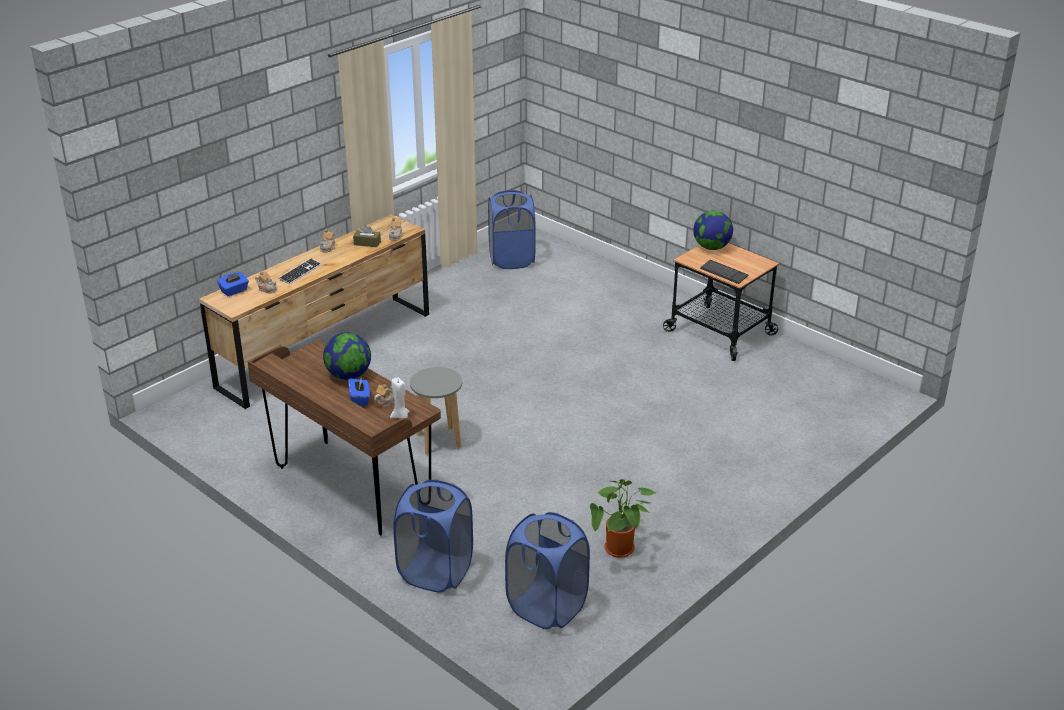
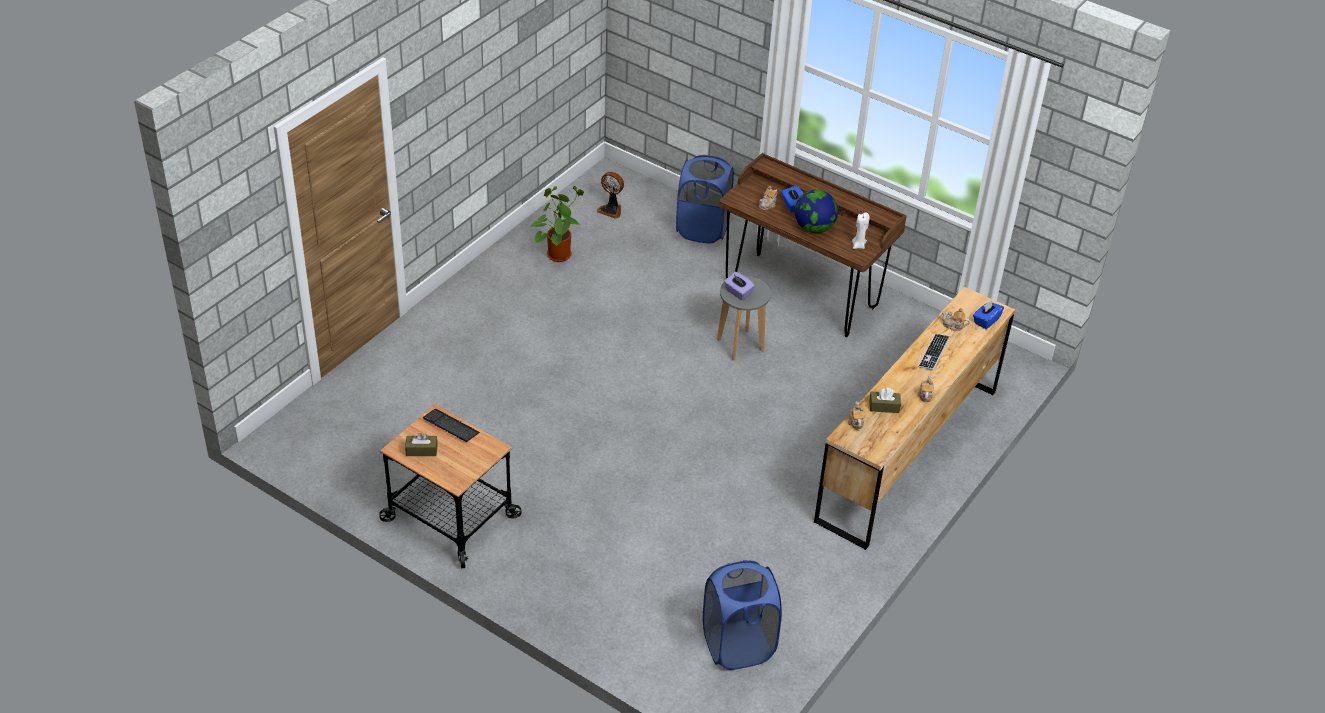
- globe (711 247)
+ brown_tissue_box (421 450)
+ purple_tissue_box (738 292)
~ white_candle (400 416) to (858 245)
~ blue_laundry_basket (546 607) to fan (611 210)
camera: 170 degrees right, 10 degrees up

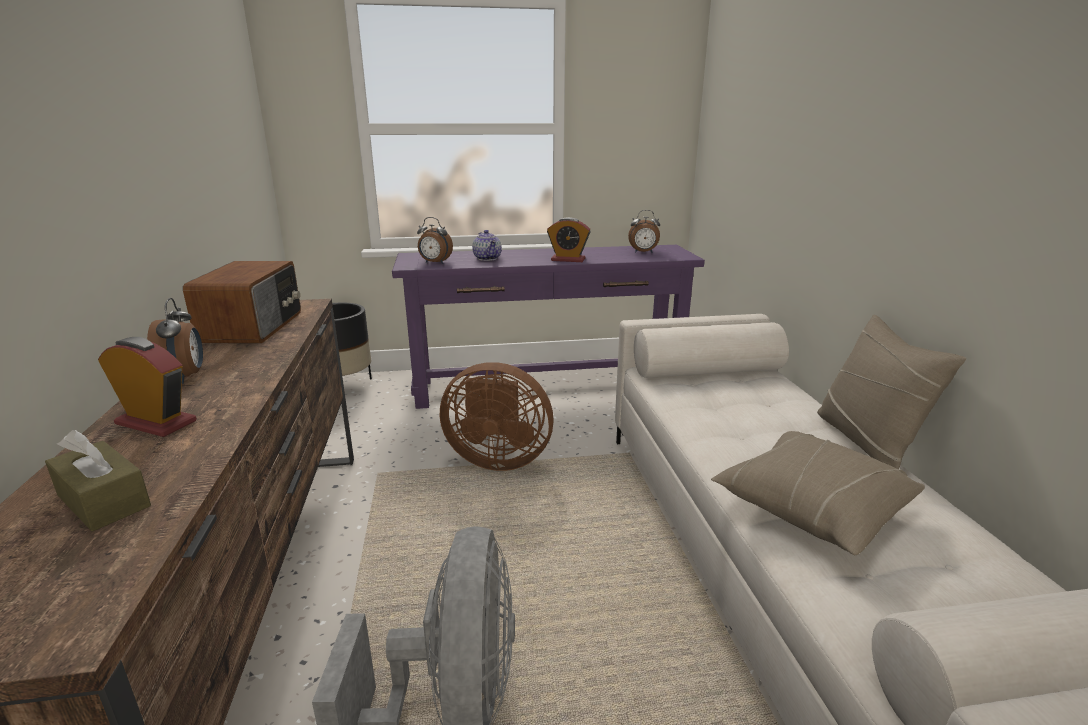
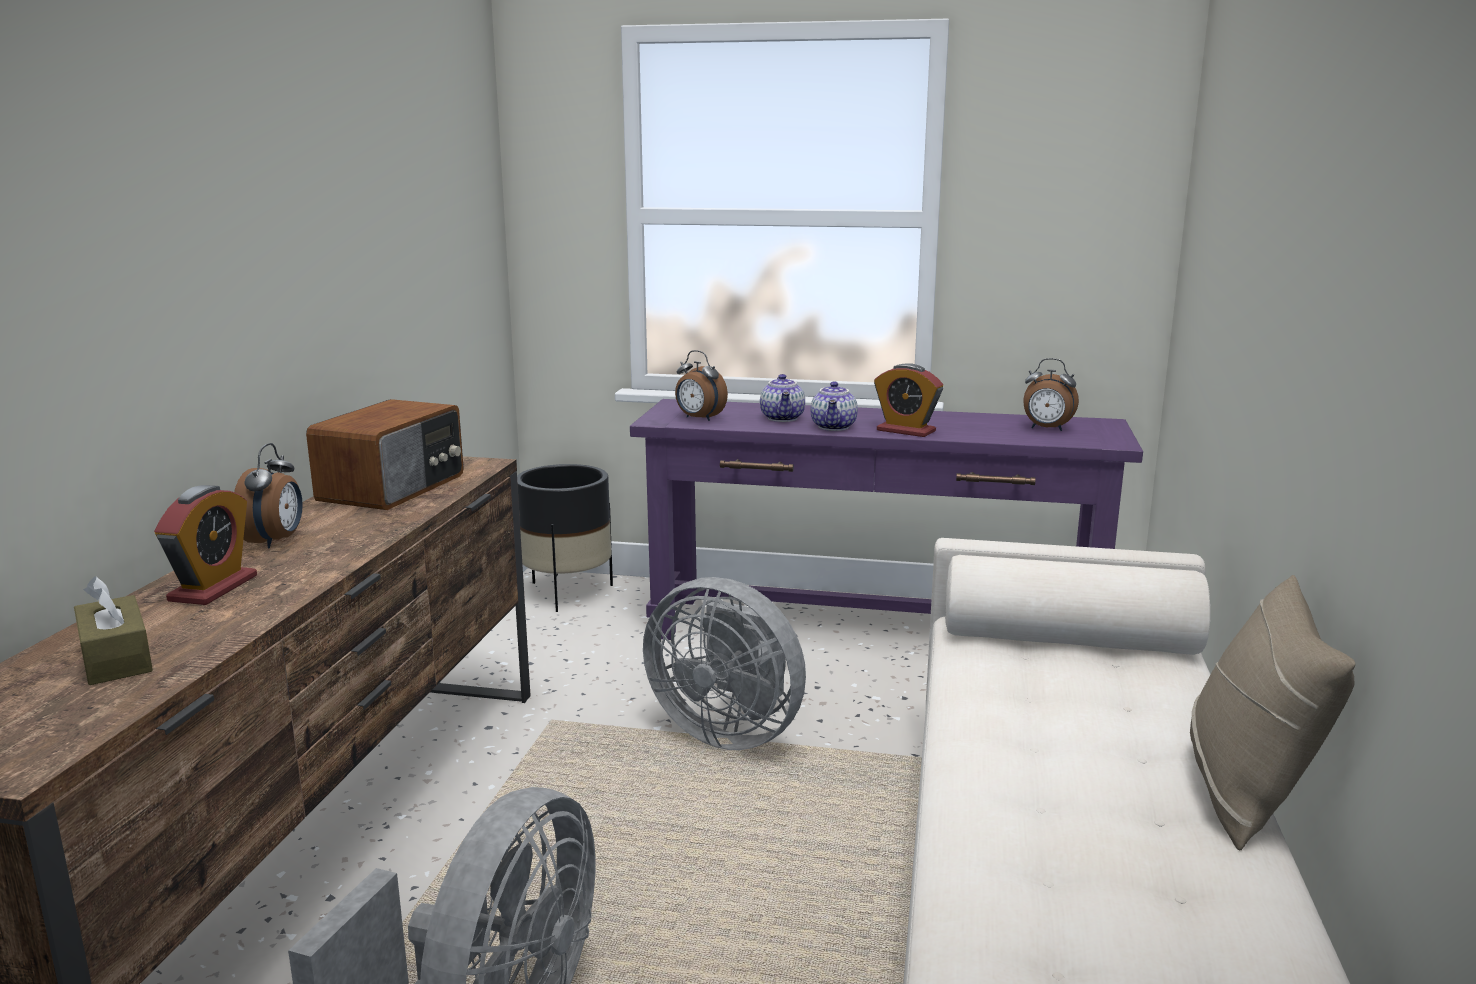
- beige_pillow (811 508)
+ teapot (834 427)
~ brown_fan (497 459) to grey_fan (729 731)
~ alarm_clock (156 423) = (213 588) 60 degrees clockwise
camera: 20 degrees right, 5 degrees down

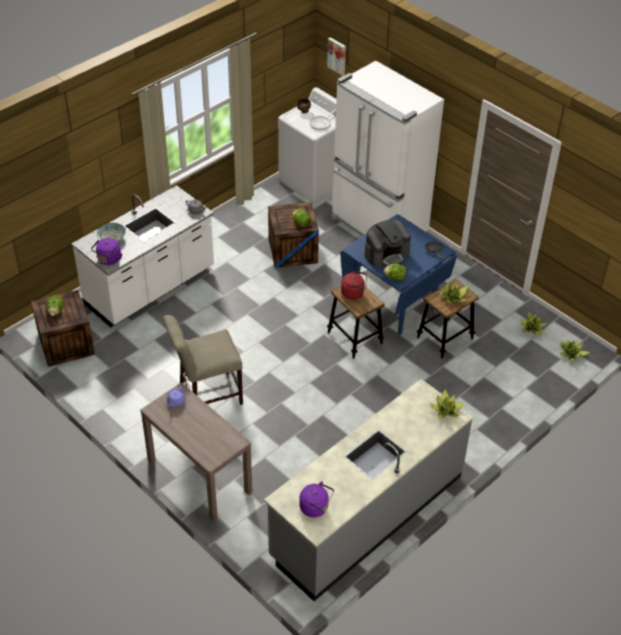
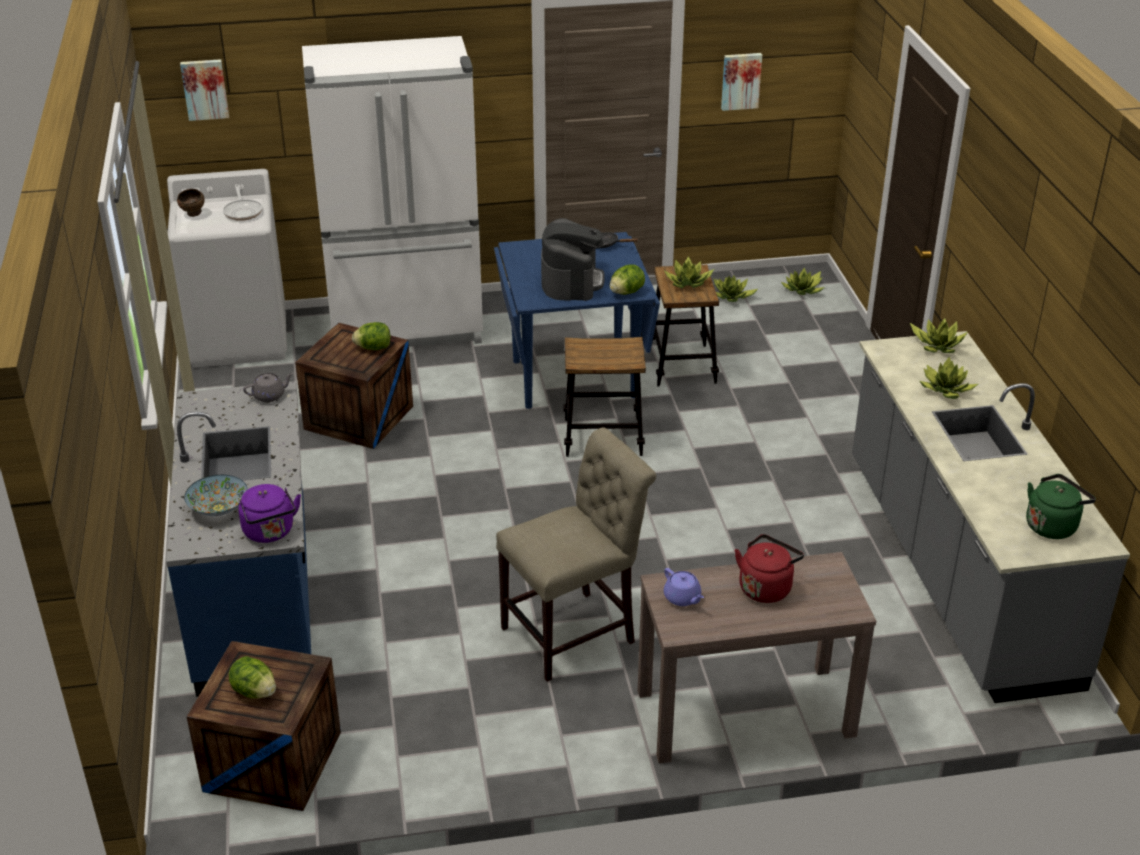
+ picture (740 81)
+ potted_plant (946 390)
~ red_kettle (354 293) to (766 587)
~ white_counter (150 288) to blue_counter (257 597)
~ purple_kettle (316 508) to green_kettle (1052 525)
~ beige_chair (206 395) = (575 633) 135 degrees counterclockwise
camera: 55 degrees left, 10 degrees down

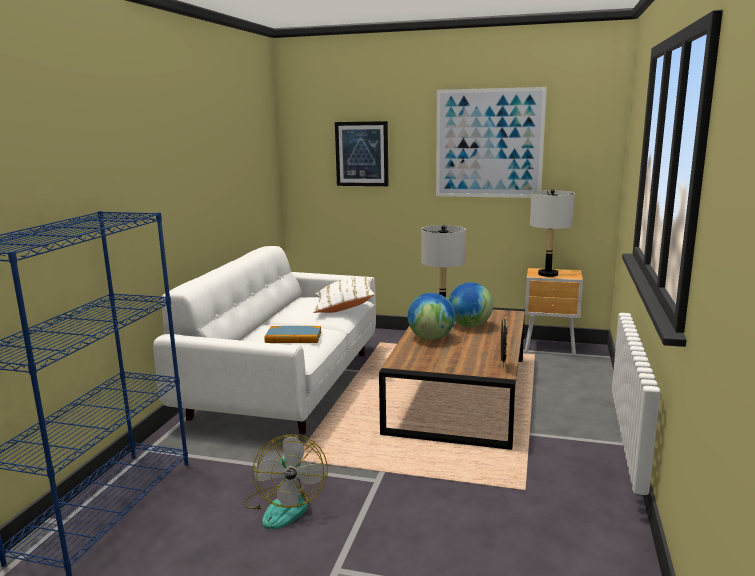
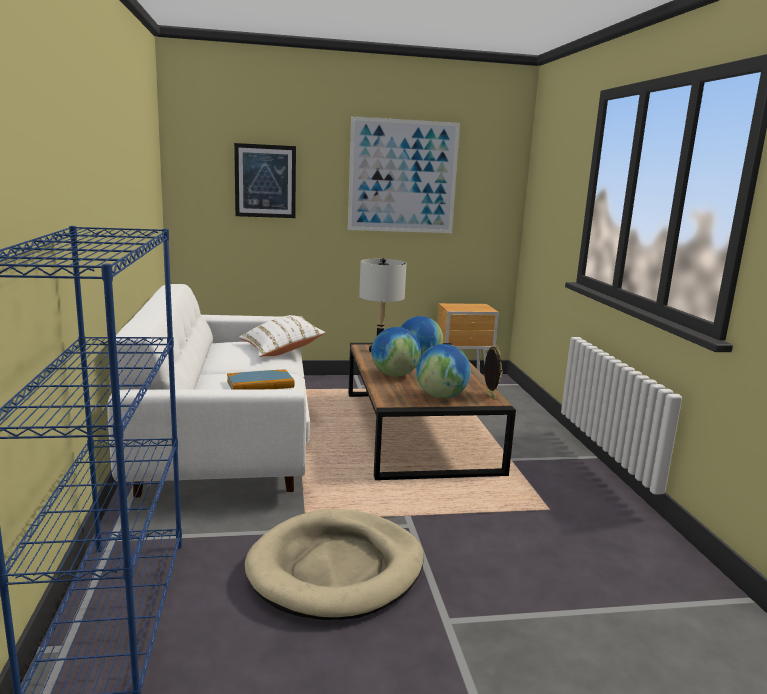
- grey_table_lamp (548 274)
+ globe (441 396)
~ fan (284 505) to beige_dog_bed (336 569)
camera: 25 degrees left, 0 degrees up

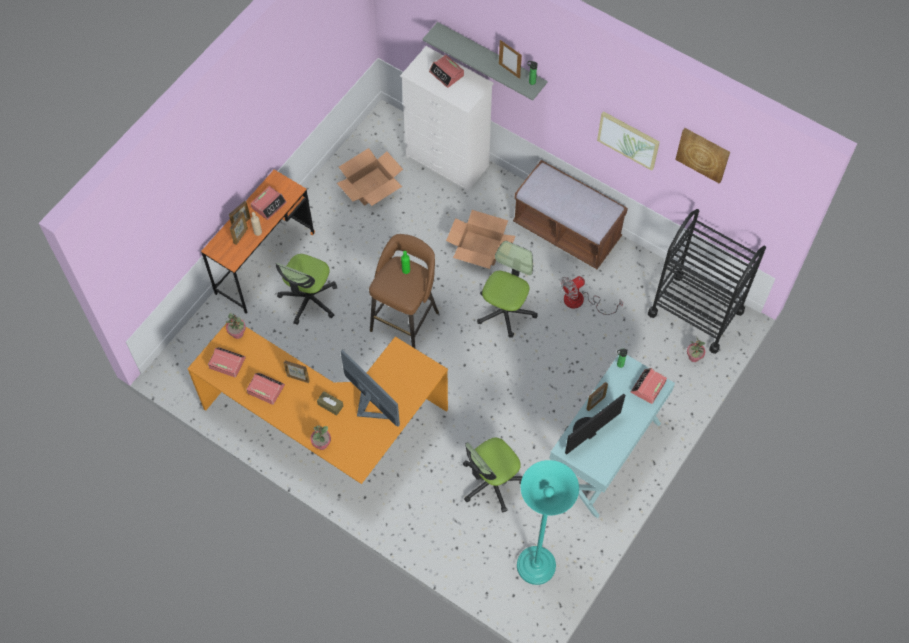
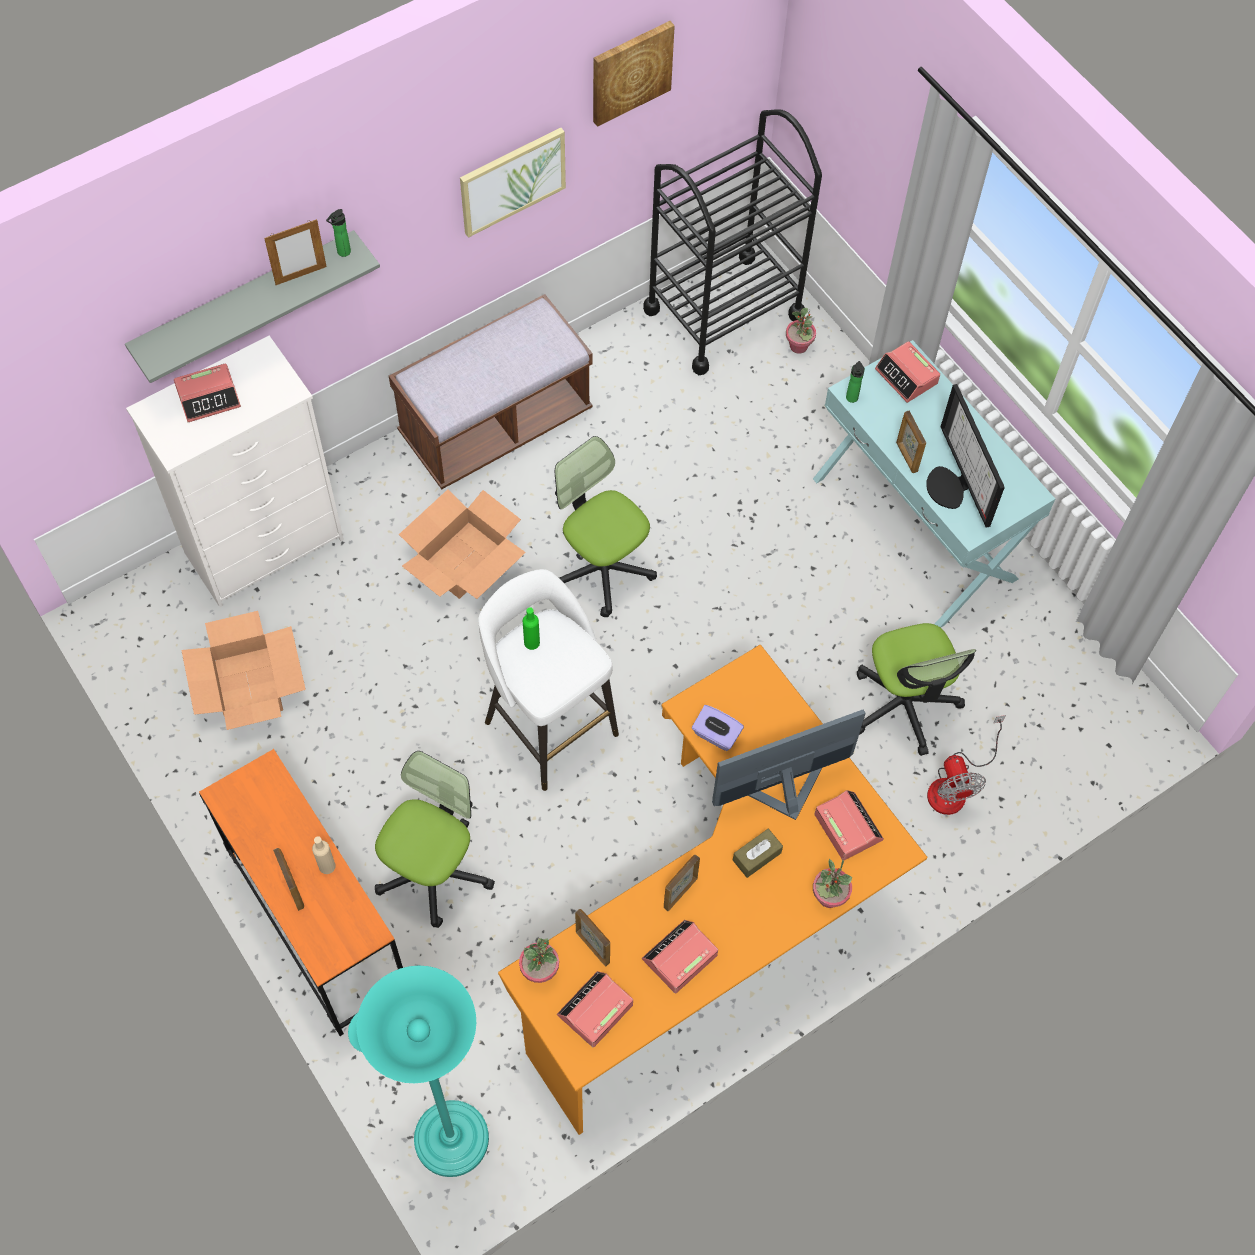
+ purple_tissue_box (716 735)
~ picture_frame (241 236) to (593 947)
~ alarm_clock (269 205) to (847 827)
~ turquoise_floor_lamp (537 560) to (443 1133)
~ fan (581 301) to (955 786)
~ brown_stool (406 320) to white_stool (549 725)
~ office_chair (309 300) = (433 870) 105 degrees counterclockwise
camera: 70 degrees left, 0 degrees up

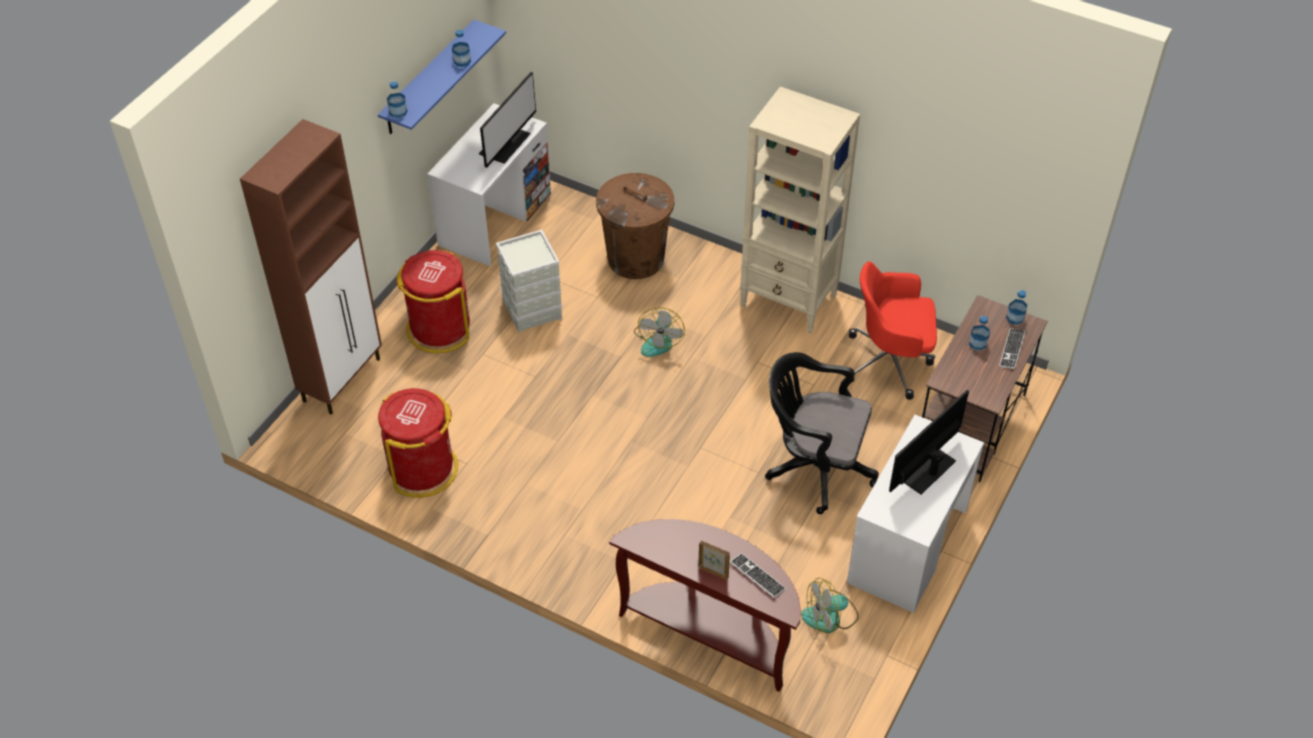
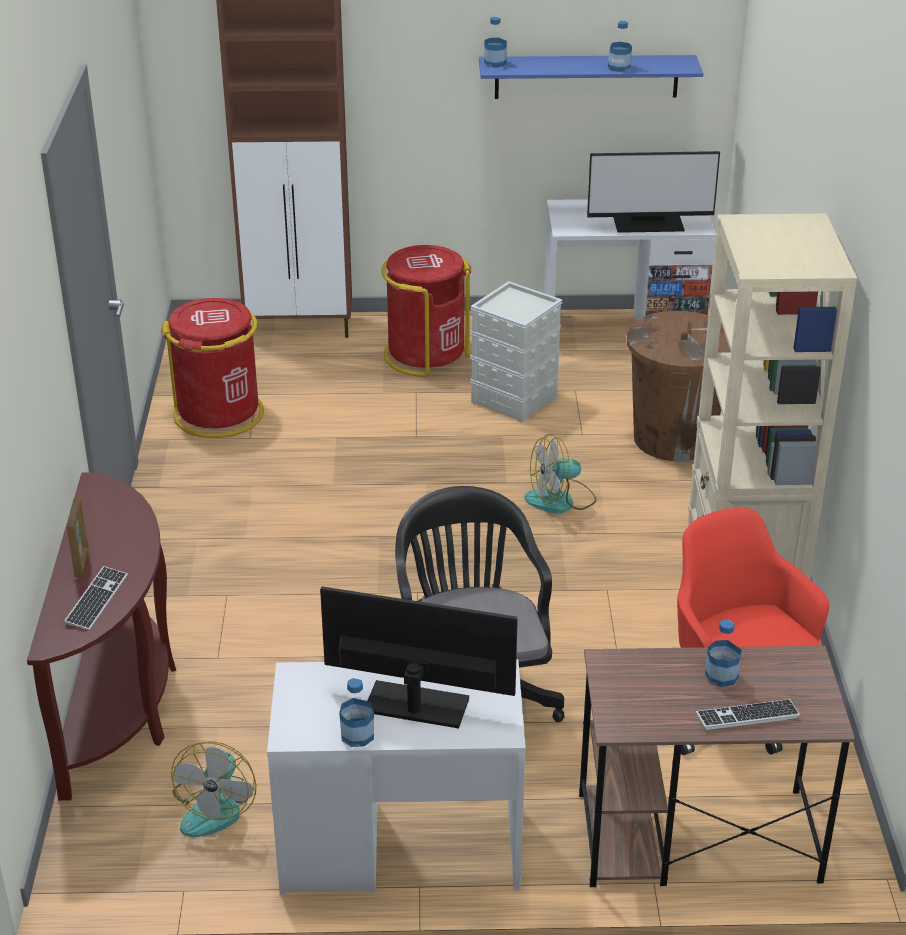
~ bottle (1015 318) to (357 735)
~ fan (830 617) = (216 807) 120 degrees counterclockwise
camera: 60 degrees right, 15 degrees down

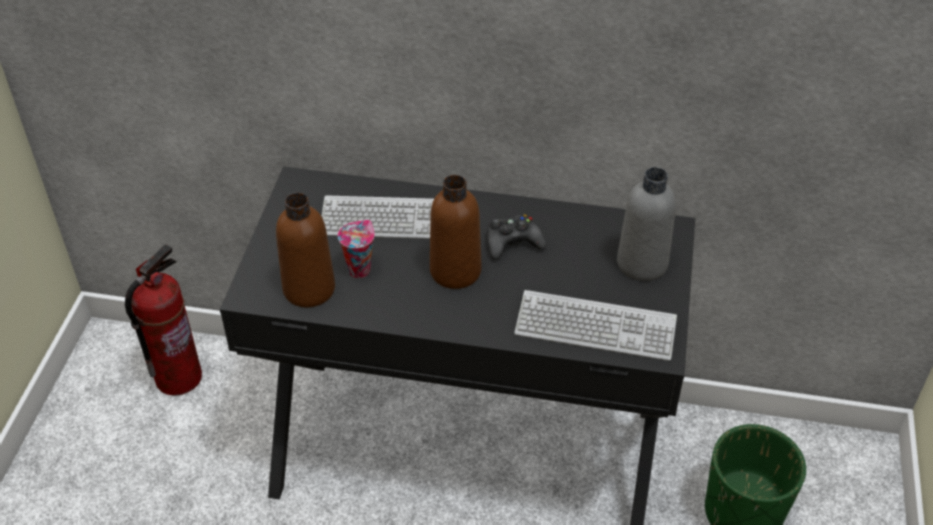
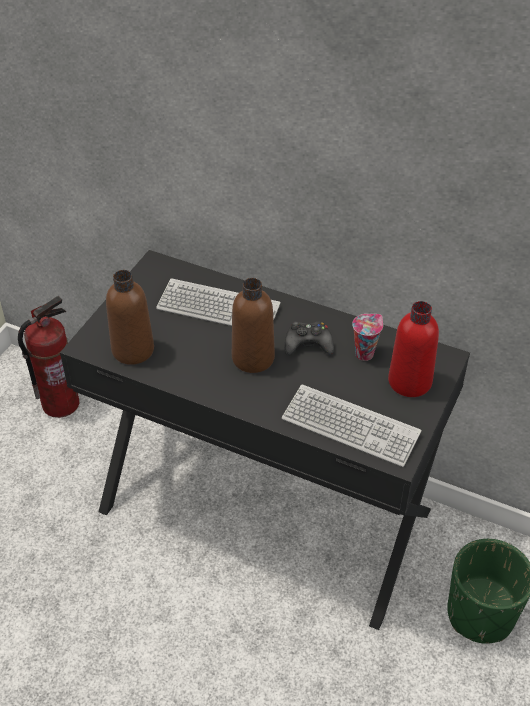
~ cup (359 269) to (365 353)
~ grey_bottle (642 263) to red_bottle (409 382)
camera: 15 degrees right, 0 degrees up

